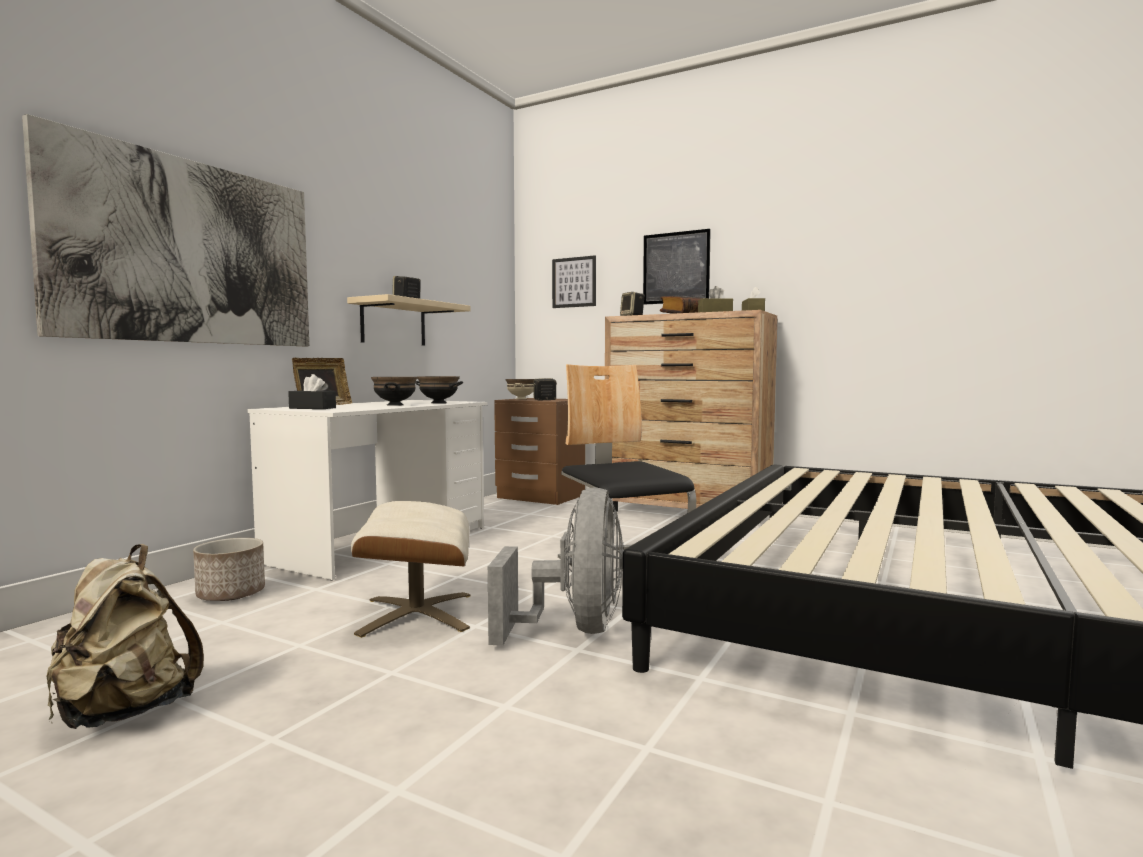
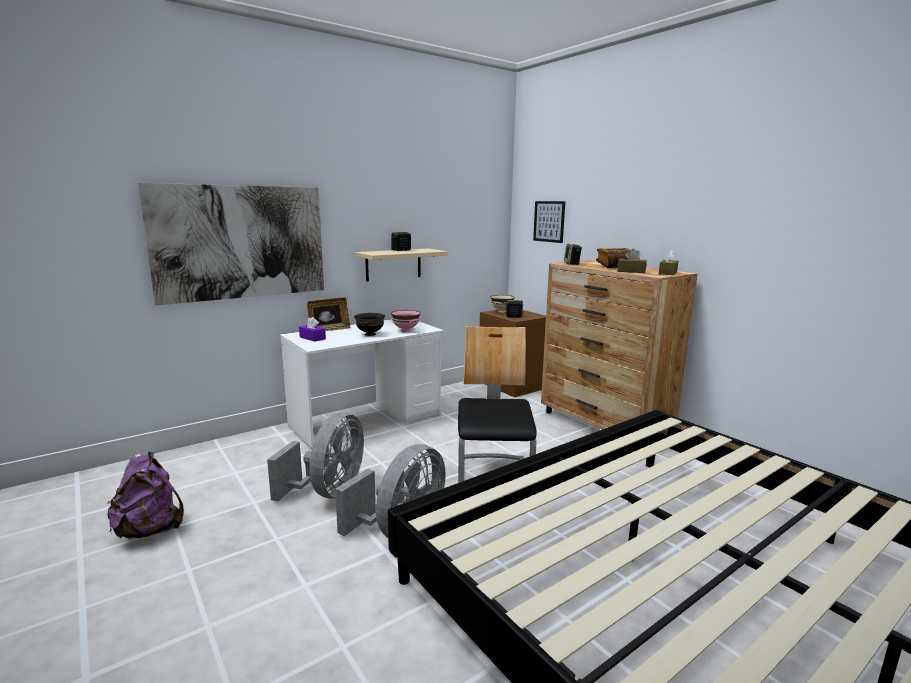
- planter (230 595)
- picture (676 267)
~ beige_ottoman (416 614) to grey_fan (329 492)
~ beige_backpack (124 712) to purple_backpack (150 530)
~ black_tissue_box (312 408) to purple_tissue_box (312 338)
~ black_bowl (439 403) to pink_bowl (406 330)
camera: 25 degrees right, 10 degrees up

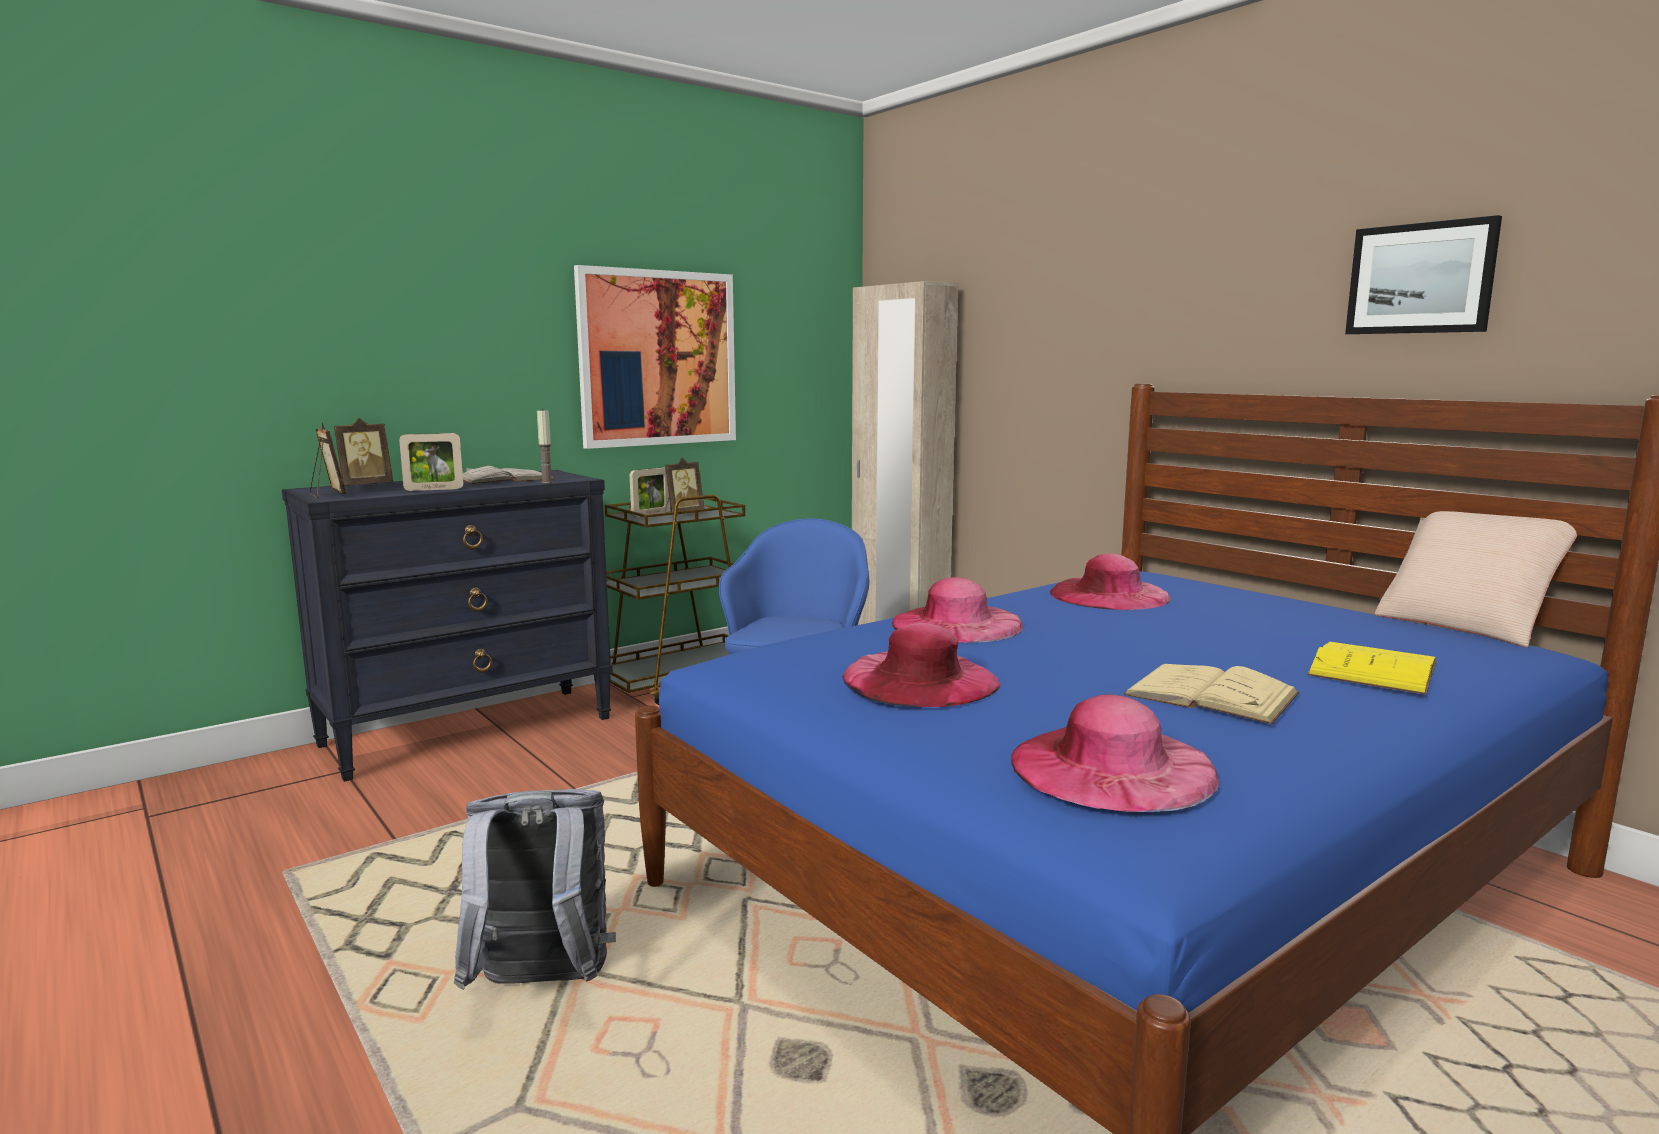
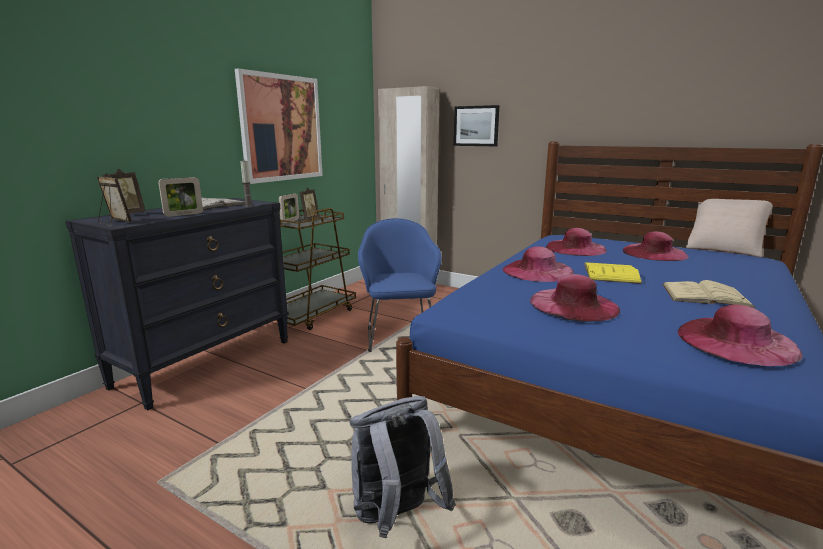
+ pink_hat (654 253)
~ yellow_book (1373 668) to (610 273)
~ picture (1420 278) to (476 126)
camera: 20 degrees left, 5 degrees up

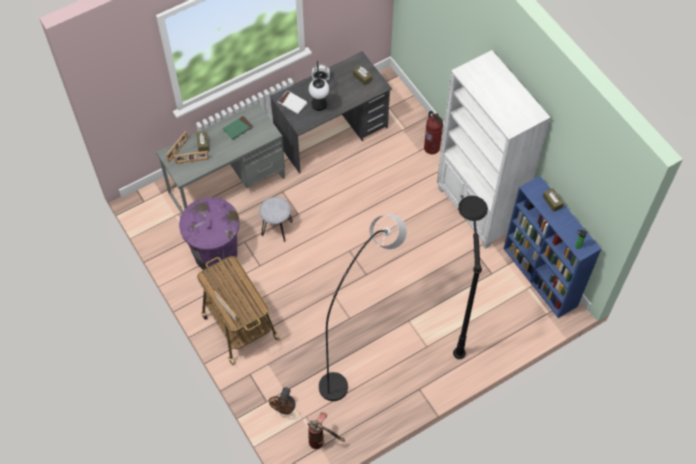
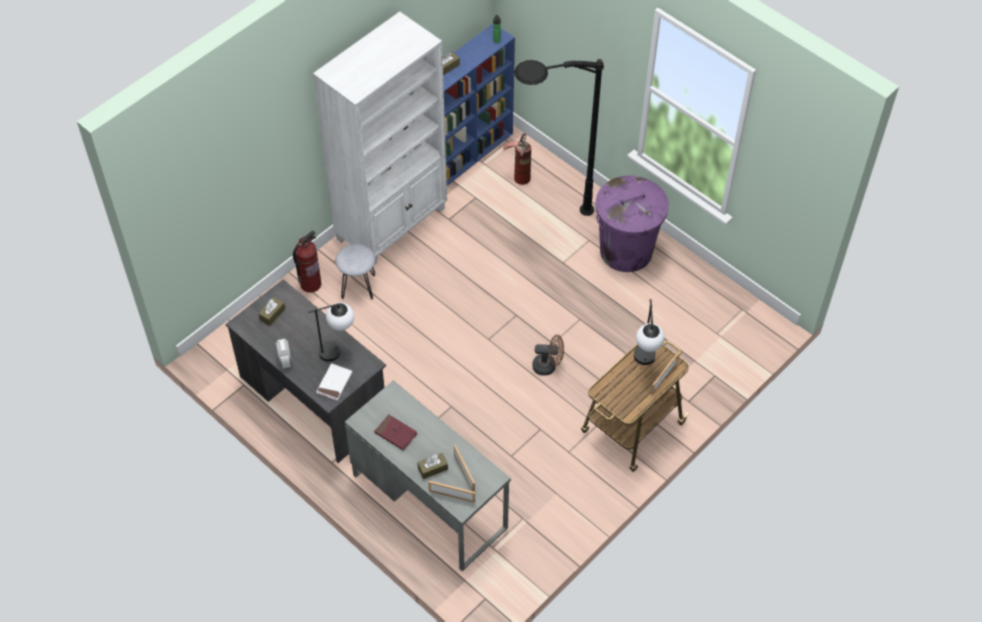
- black_floor_lamp (361 343)
+ table_lamp (645 363)
~ purple_trash_can (215 254) to (626 251)
~ grey_stool (277 228) to (358 286)
~ brown_fan (284 408) to (548 366)
~ fire_extinguisher (322 441) to (519 173)
~ green_book (238 128) to red_book (396 433)
camera: 105 degrees left, 5 degrees down

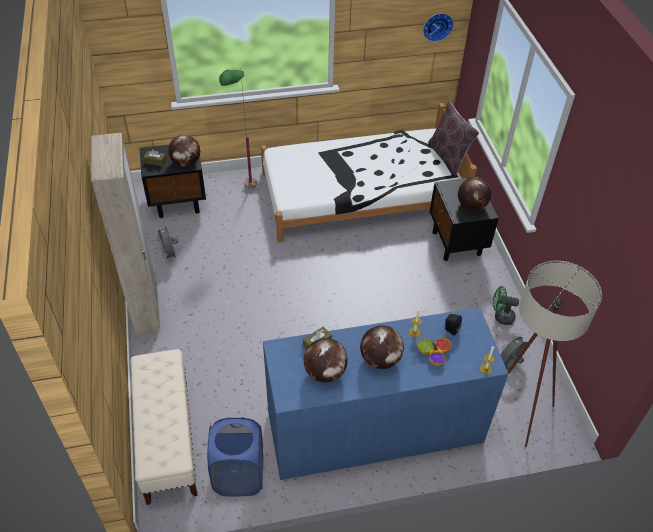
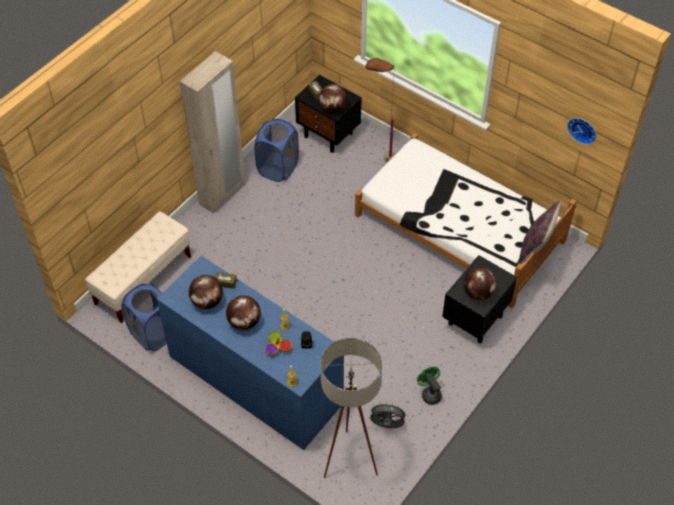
~ grey_fan (169 255) to blue_laundry_basket (278 168)
~ green_floor_lamp (244 193) to brown_floor_lamp (379 162)
camera: 50 degrees right, 5 degrees up

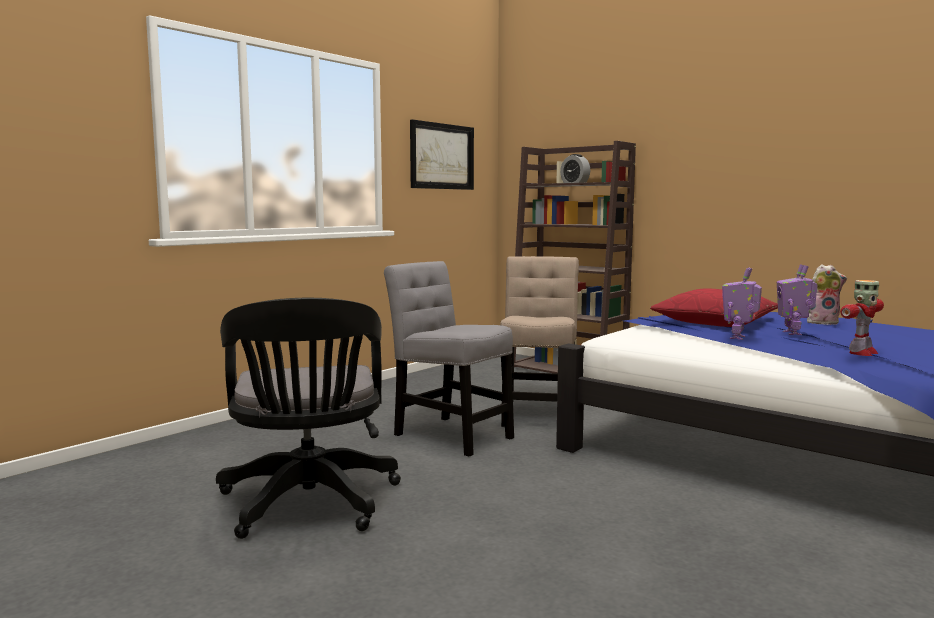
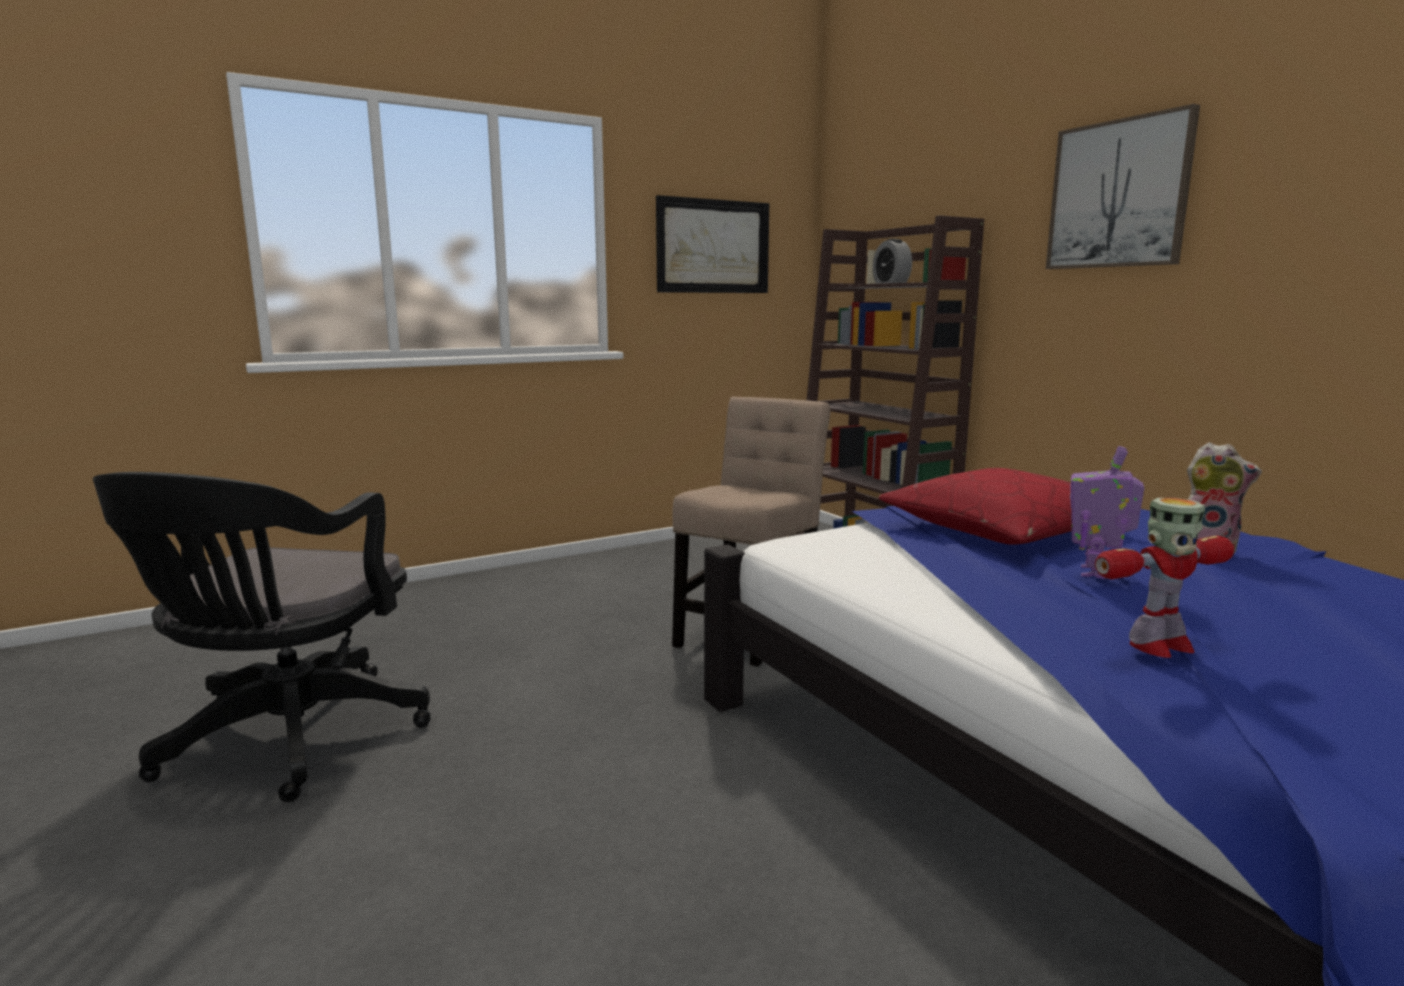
- grey_chair (449 434)
- toy_robot (739 337)
+ picture (1119 194)
camera: 20 degrees right, 5 degrees up

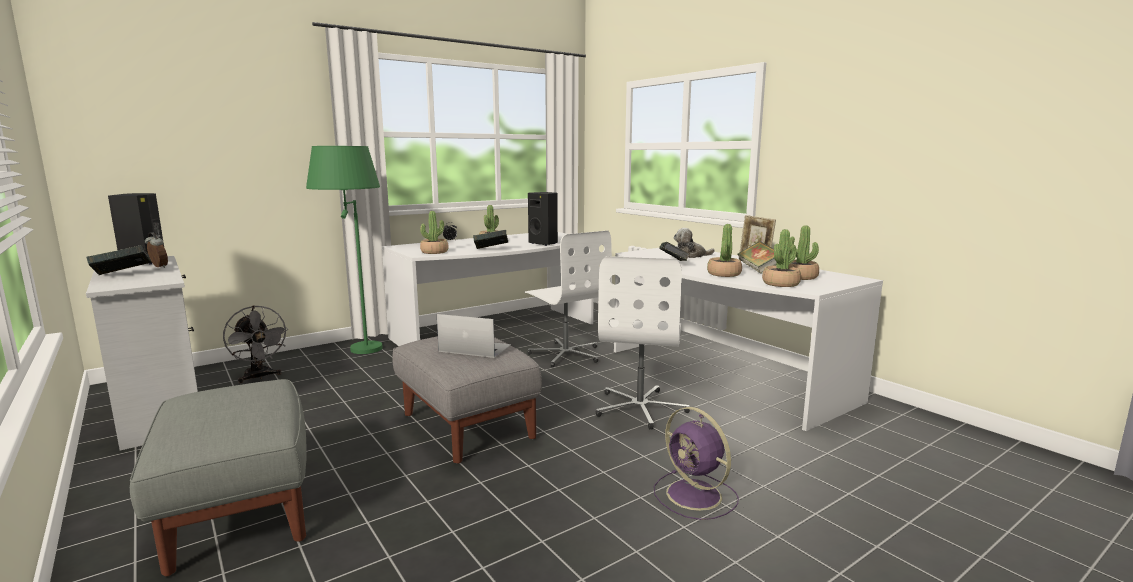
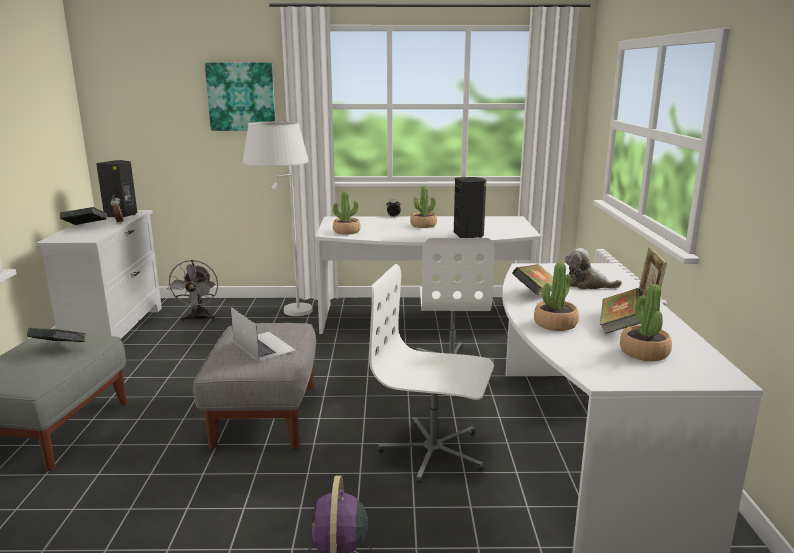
- potted_plant (780 284)
+ picture (241 96)
~ book (491 250) to (59 349)
~ green_floor_lamp (358 354) to white_floor_lamp (285 315)
~ white_office_chair (640 408) = (433 452) 60 degrees clockwise
camera: 35 degrees right, 5 degrees up

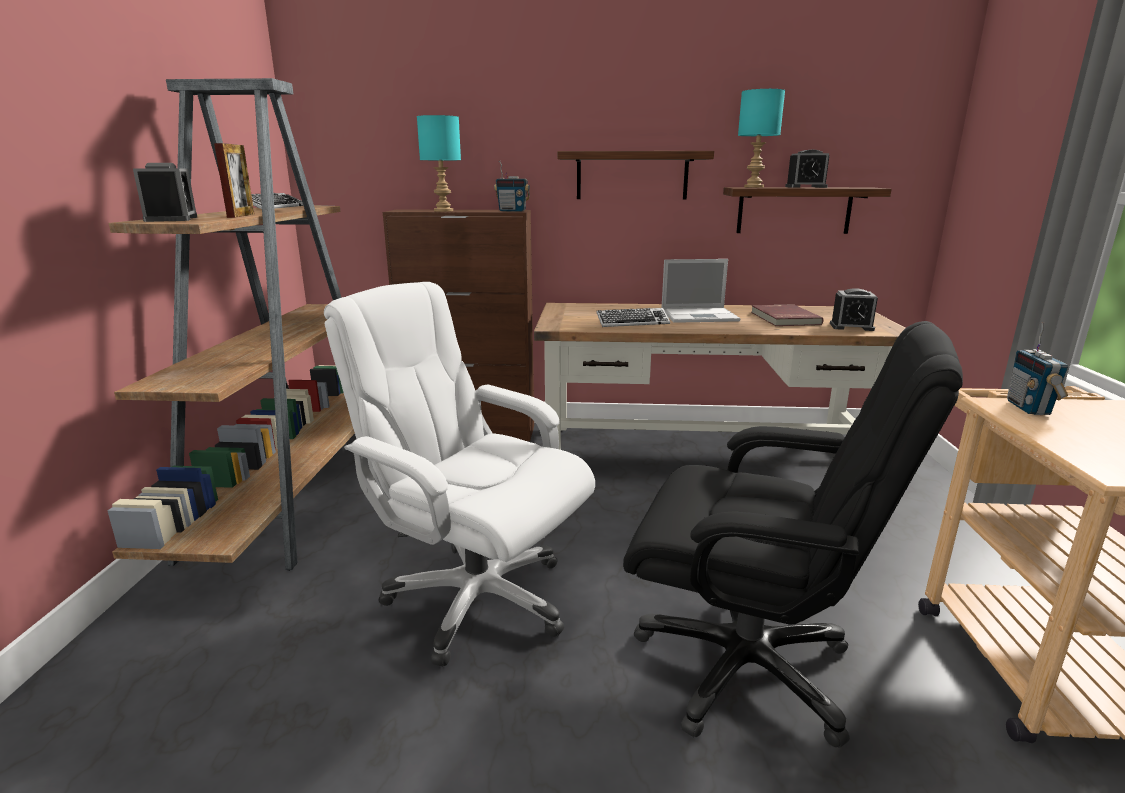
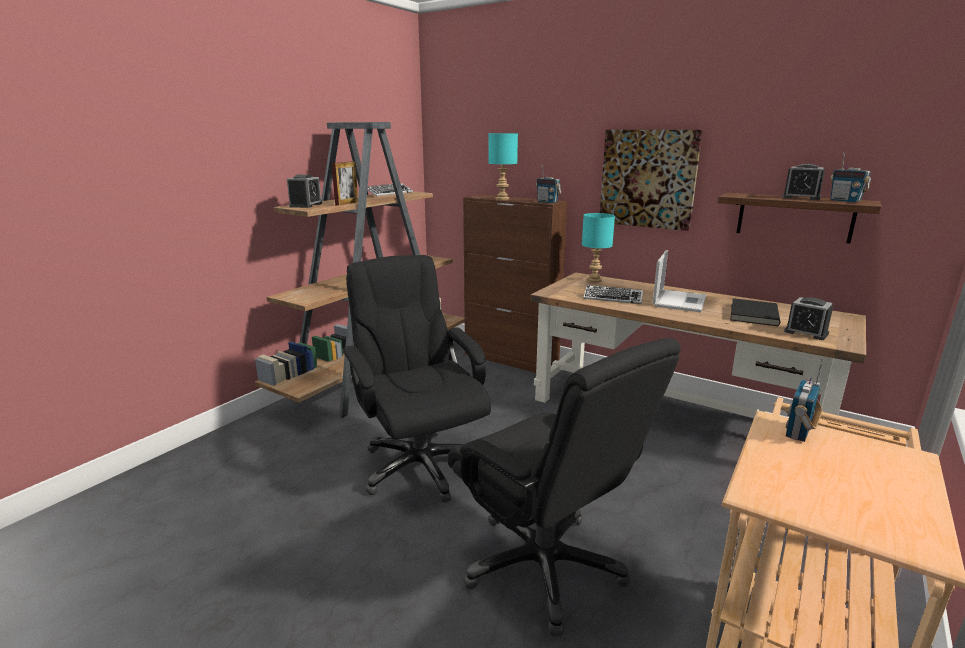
+ radio (845 201)
~ turquoise_table_lamp (753 187) to (594 280)
~ shelf (632 176) to picture (648 179)
~ white_office_chair (476 598) to black_office_chair (420 465)
~ red_book (783 318) to black_book (752 314)
~ laptop (700 316) = (679 301) 90 degrees counterclockwise
camera: 30 degrees right, 0 degrees up

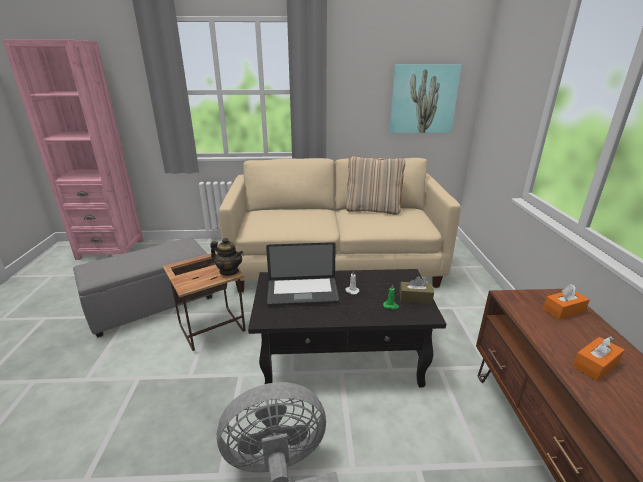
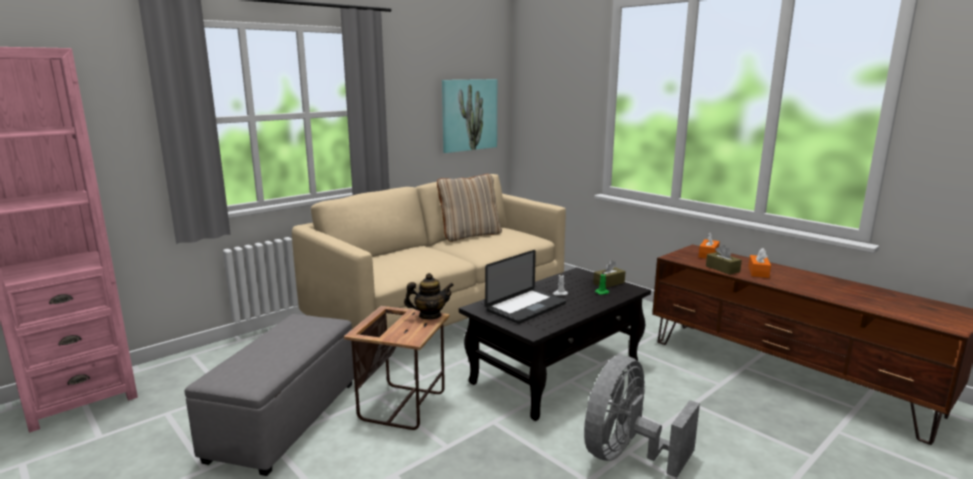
+ brown_tissue_box (722 269)
camera: 40 degrees left, 10 degrees down

